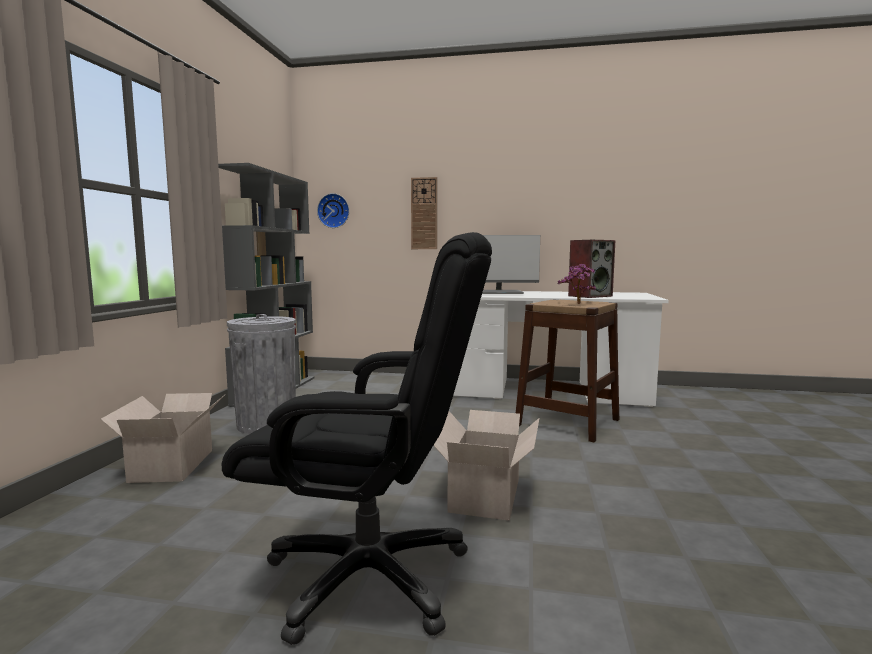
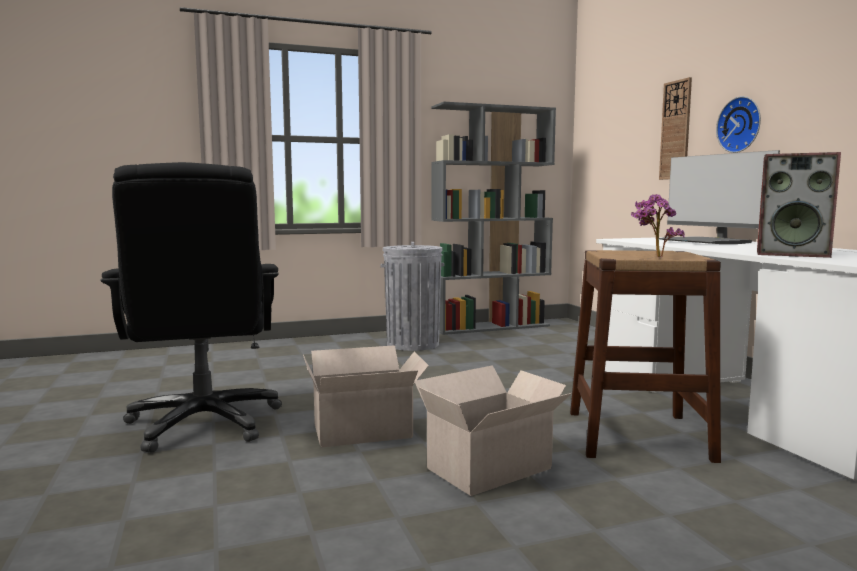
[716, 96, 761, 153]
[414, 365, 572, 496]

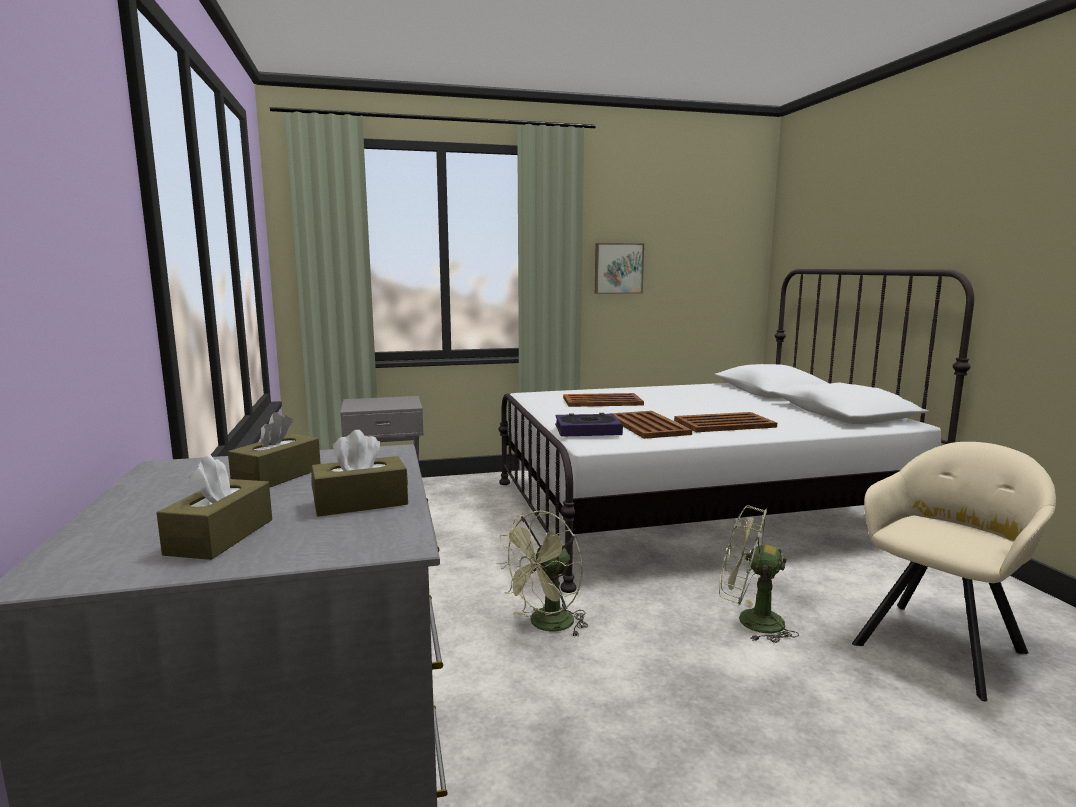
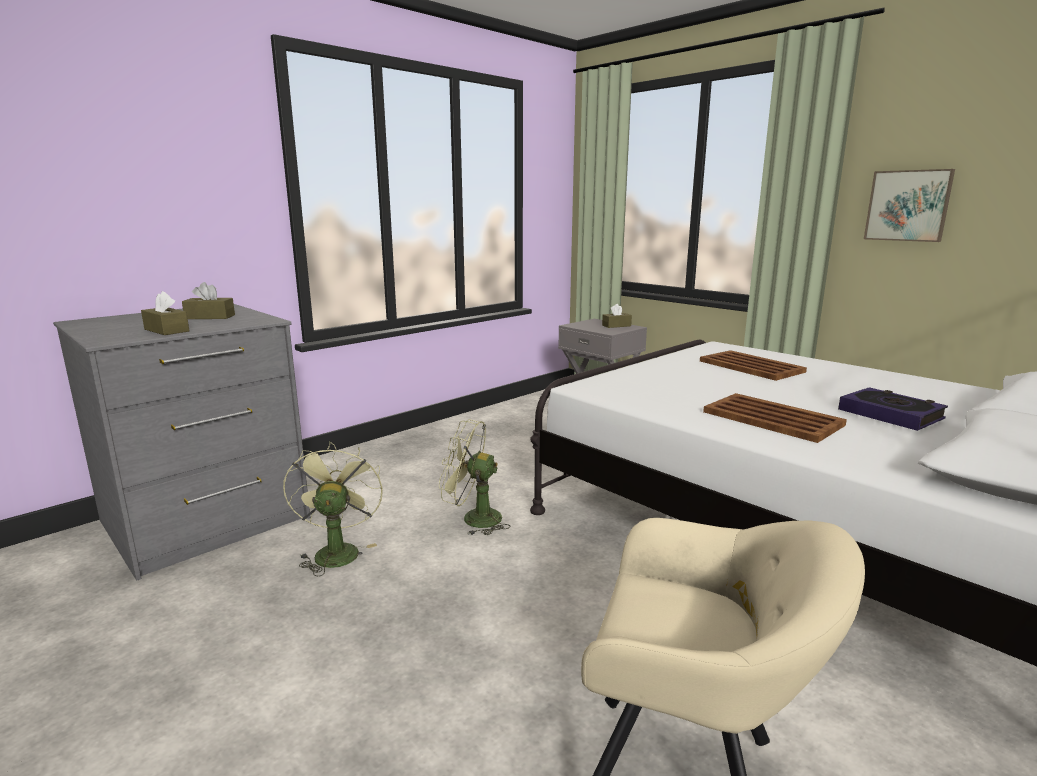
[609, 411, 692, 439] (first image)
[838, 387, 948, 431]
[602, 304, 632, 328]
[283, 441, 383, 576]

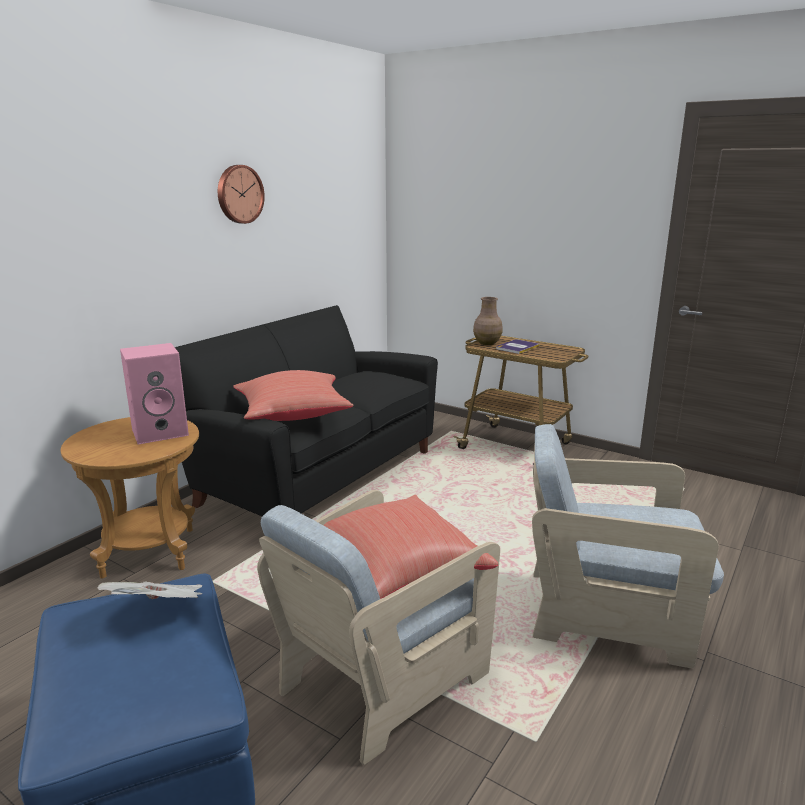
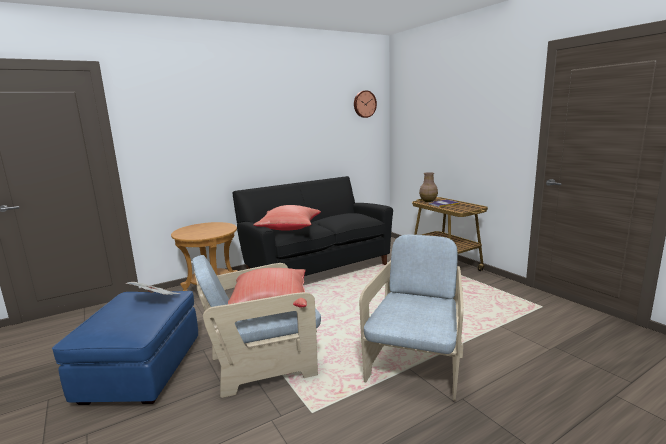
[354, 90, 377, 118]
[120, 343, 189, 445] (first image)
[359, 235, 464, 401]

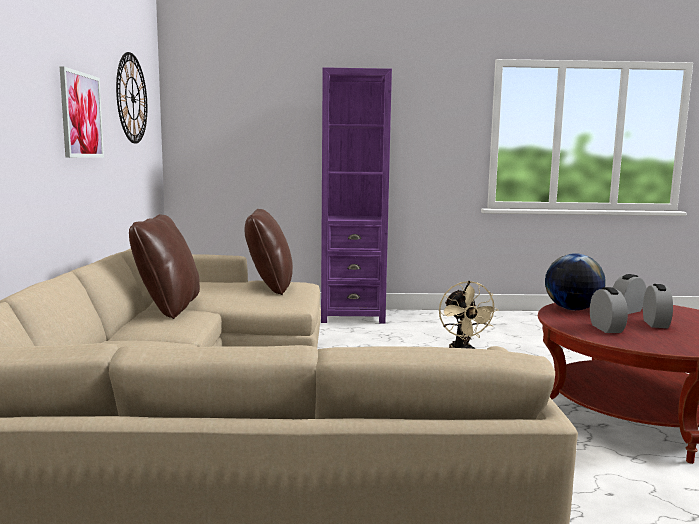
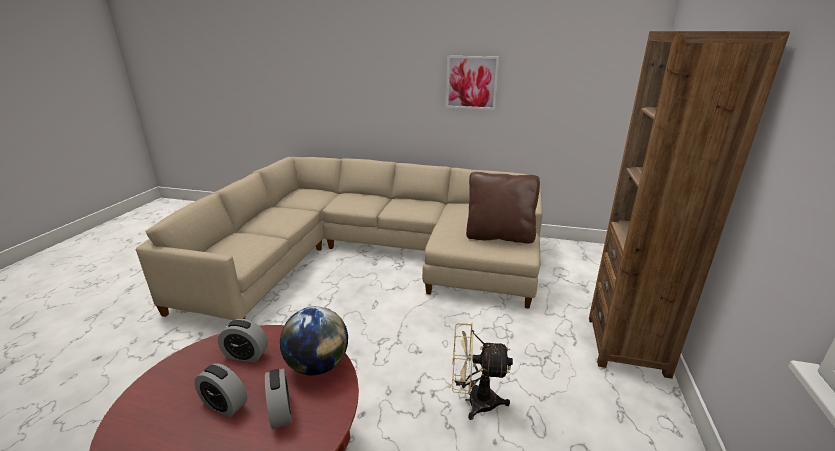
[116, 52, 147, 144] (first image)
[589, 31, 790, 379]
[129, 214, 200, 319] (first image)

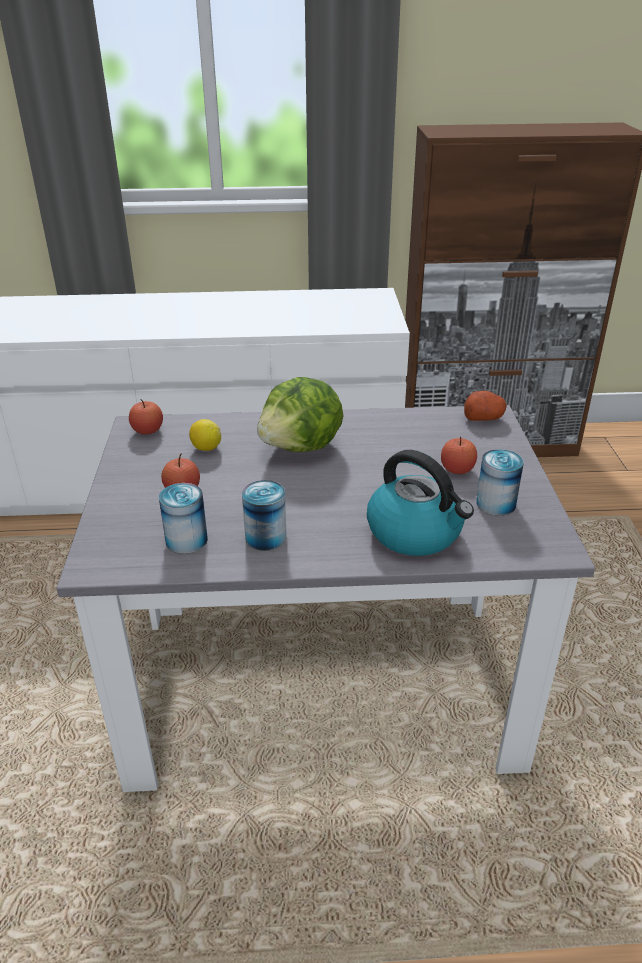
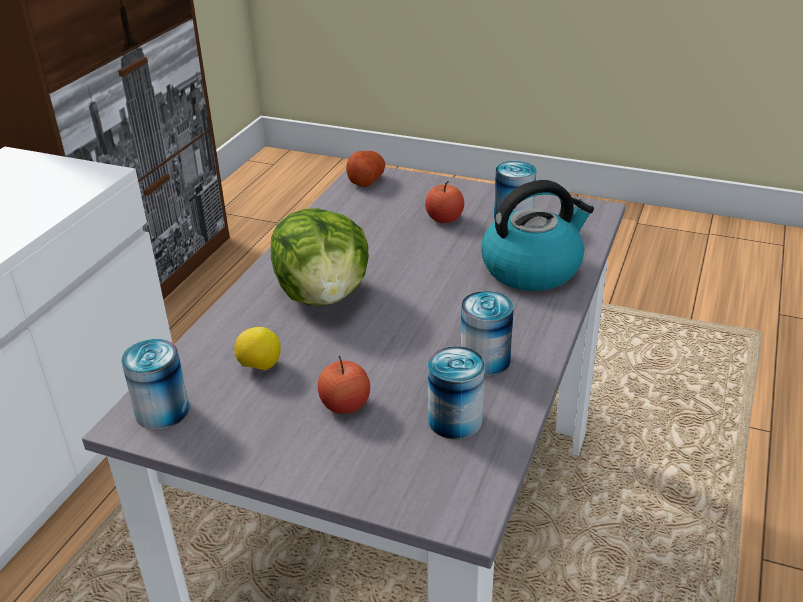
[121, 339, 189, 429]

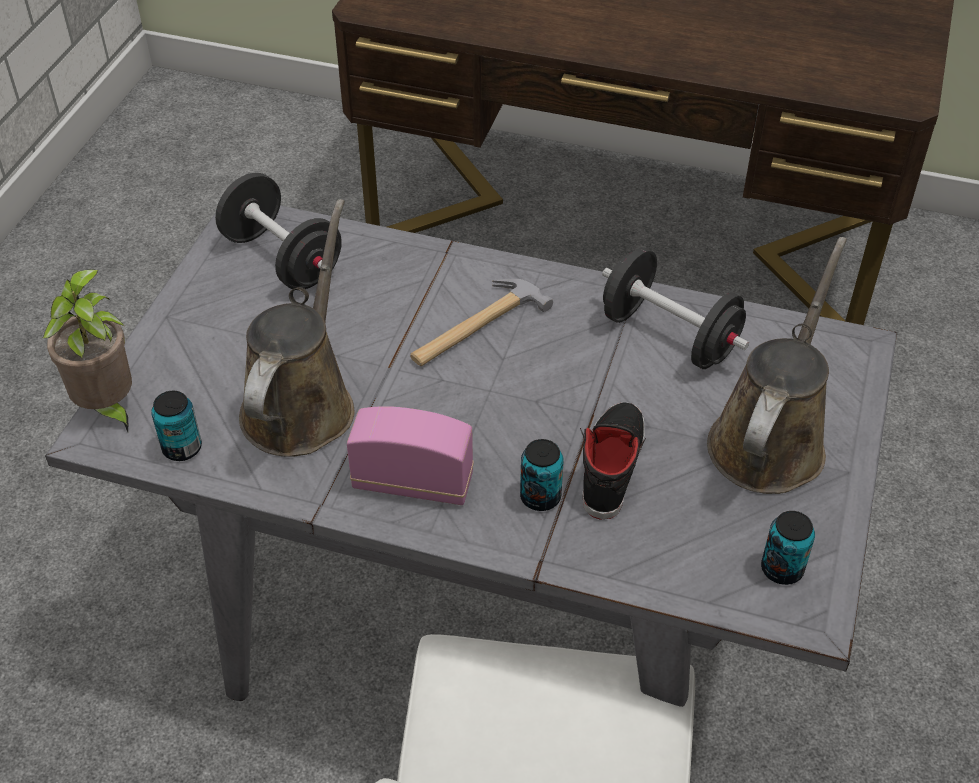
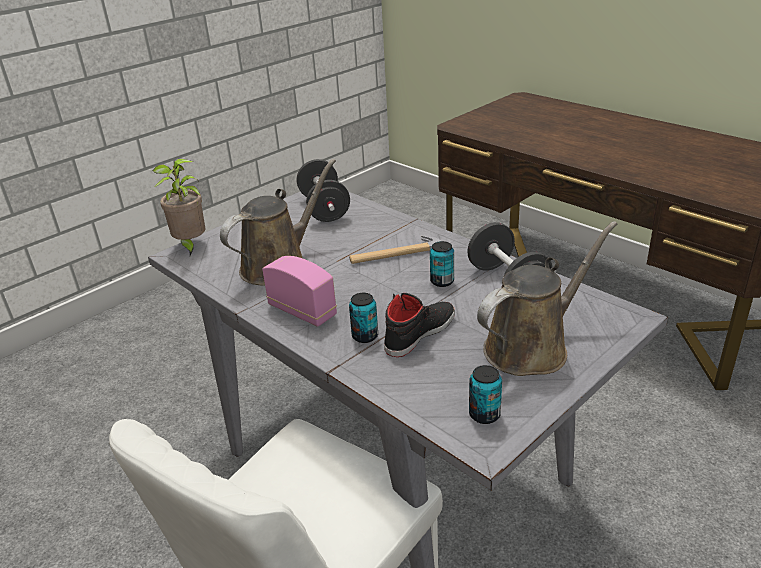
[430, 241, 454, 287]

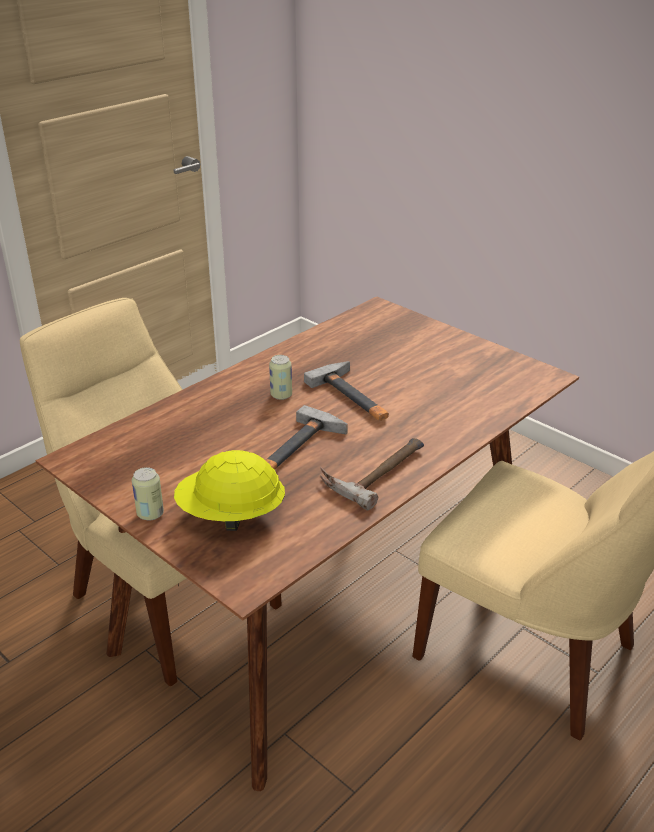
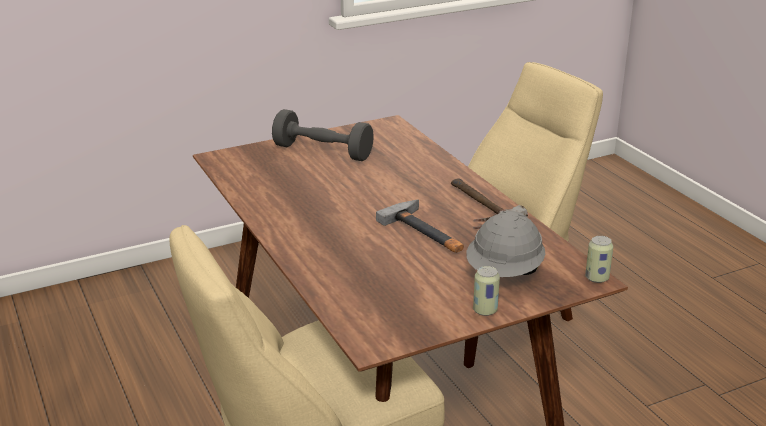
[585, 236, 613, 283]
[304, 361, 389, 421] (first image)
[466, 211, 545, 277]
[272, 109, 374, 161]

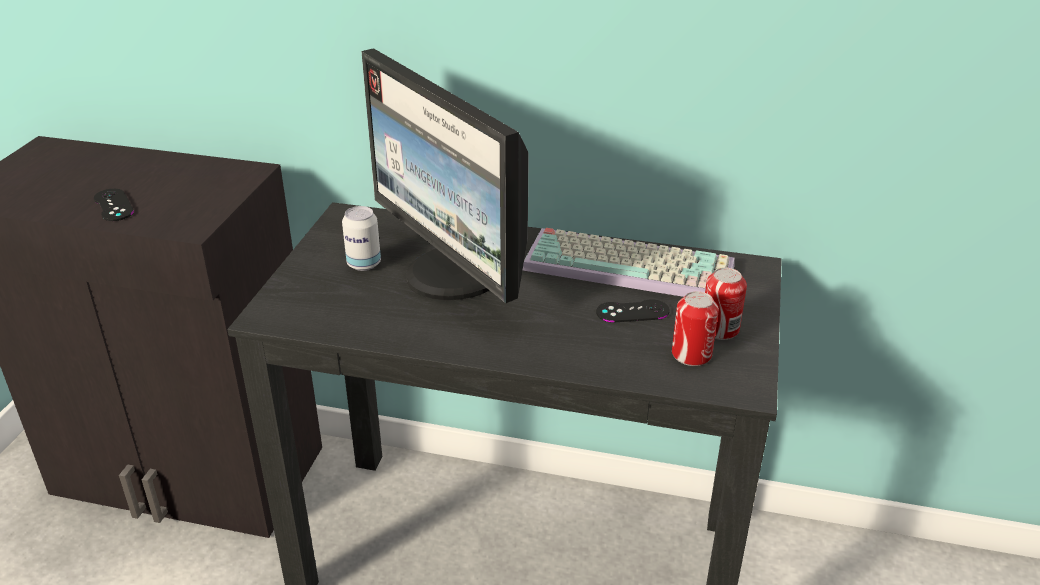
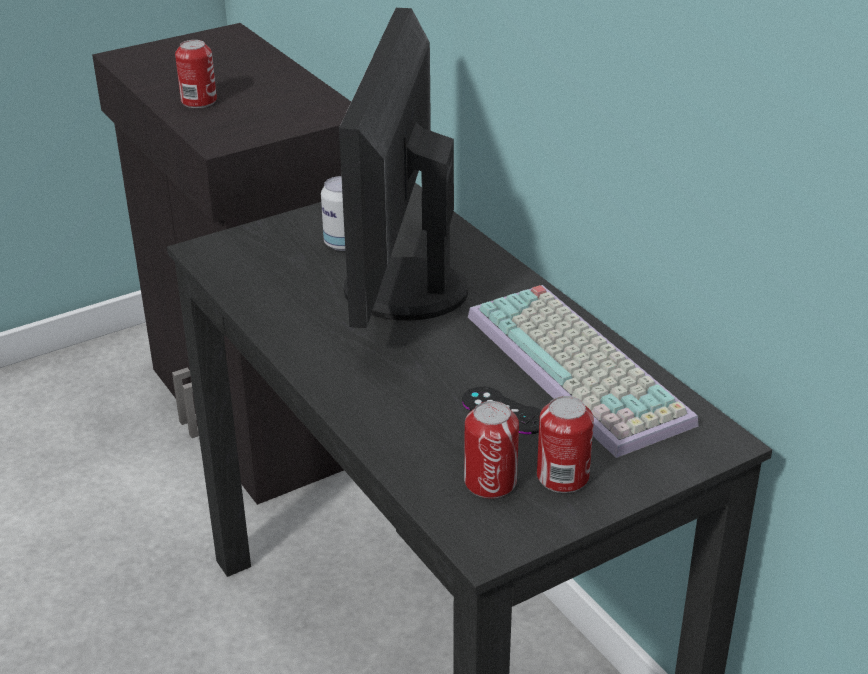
[175, 40, 217, 108]

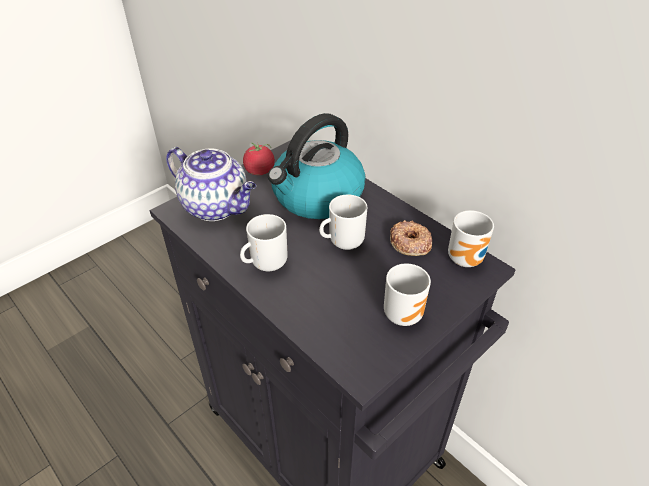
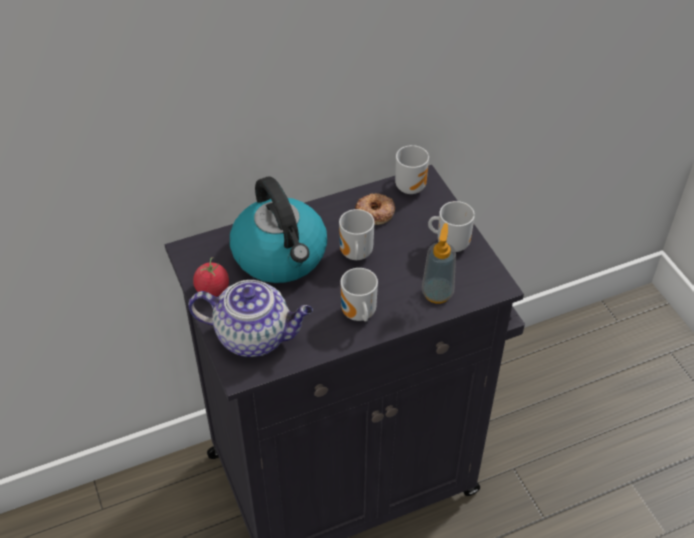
[188, 280, 313, 357]
[422, 223, 456, 304]

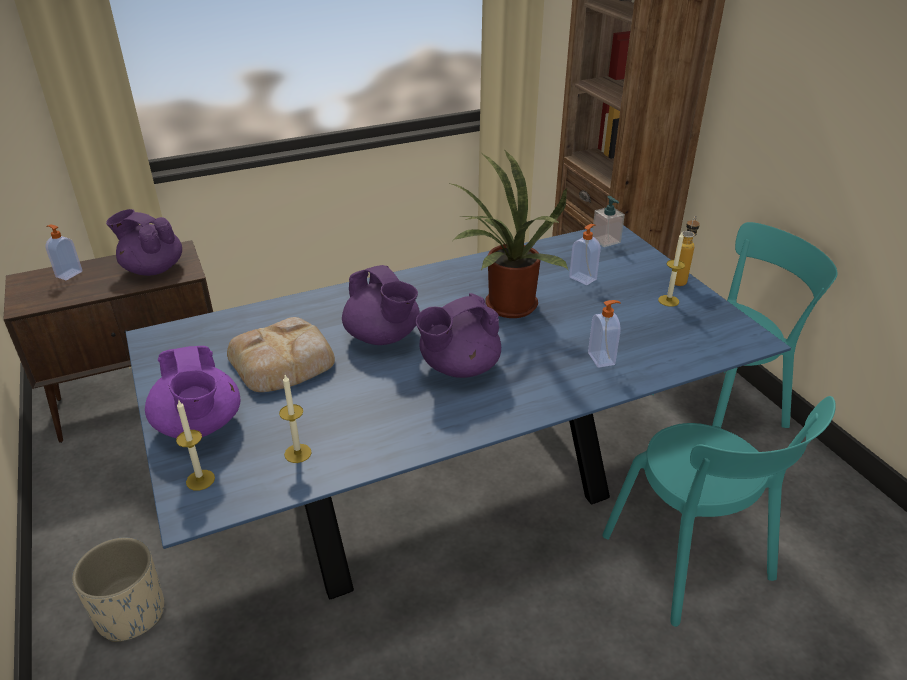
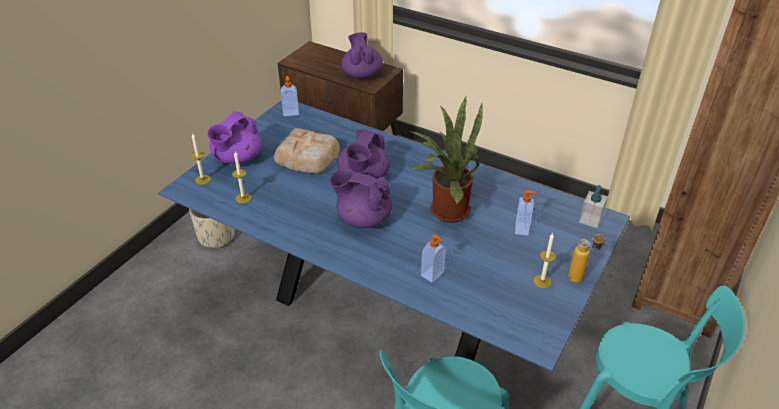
[281, 76, 299, 116]

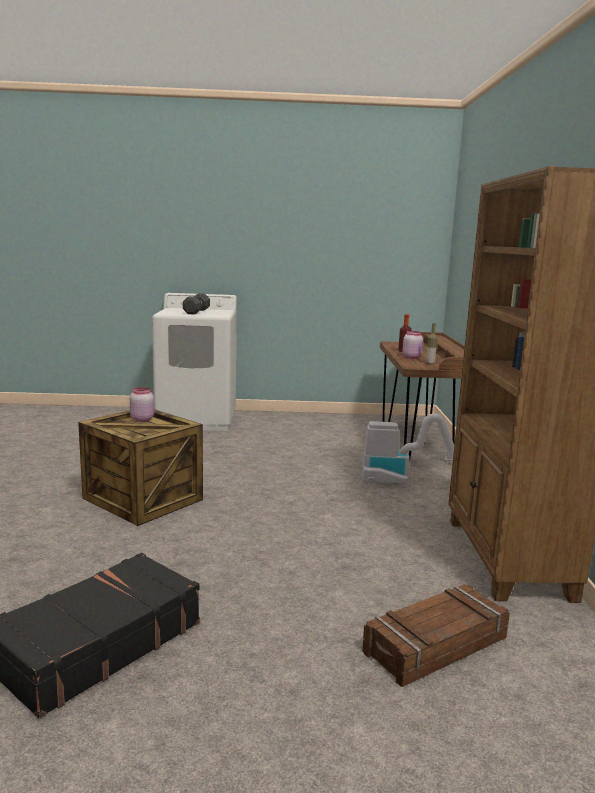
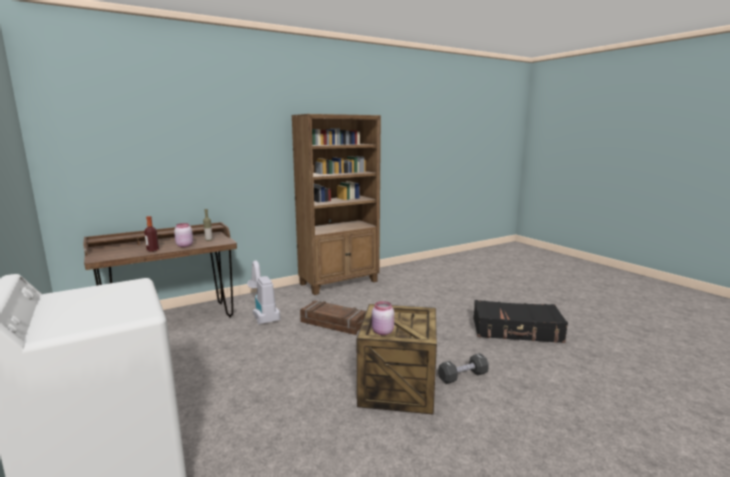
[438, 353, 489, 384]
[300, 301, 366, 335]

